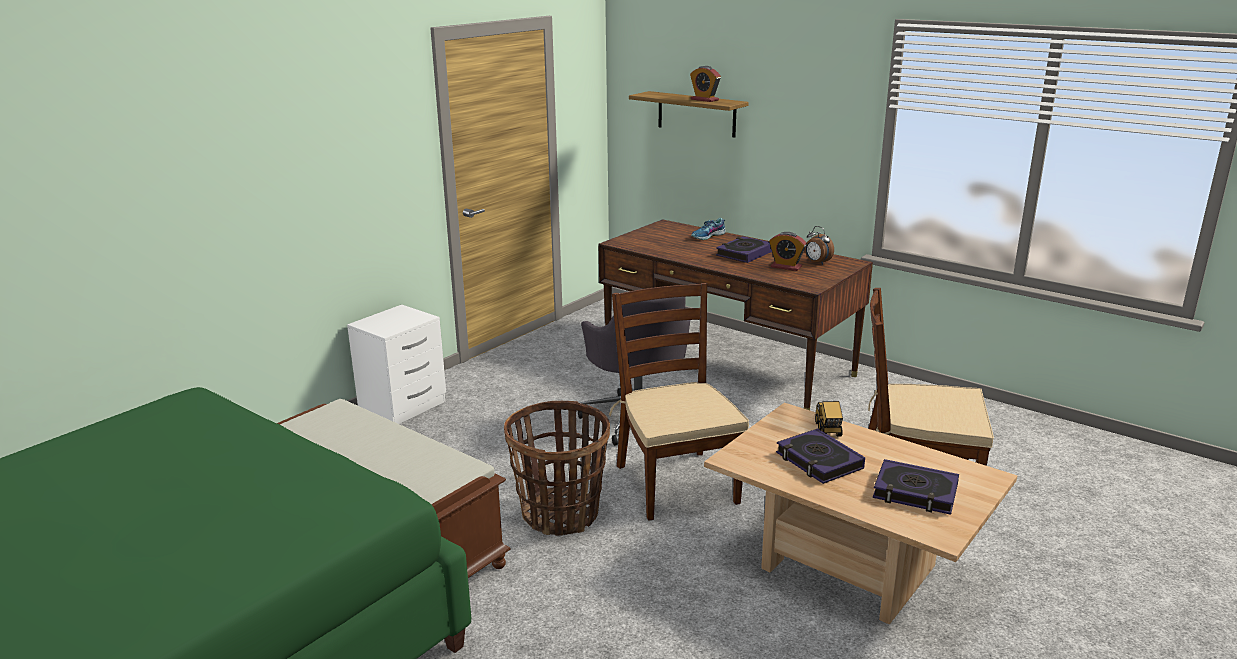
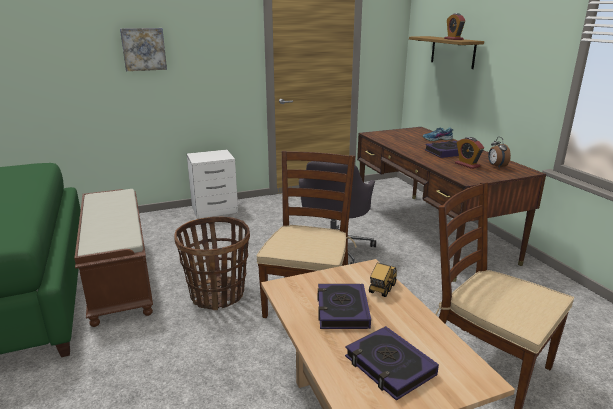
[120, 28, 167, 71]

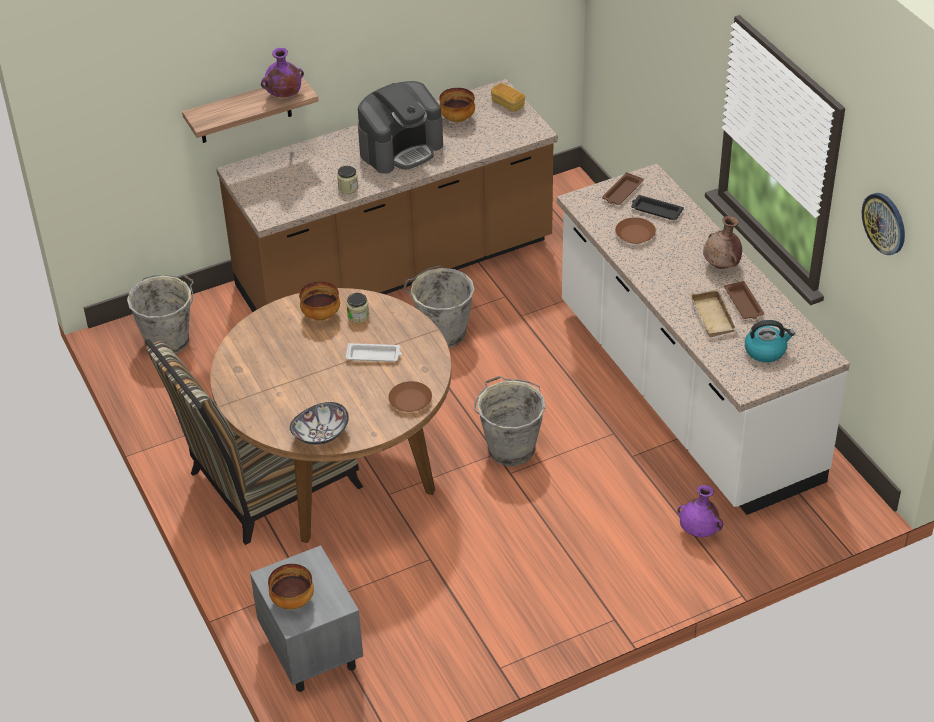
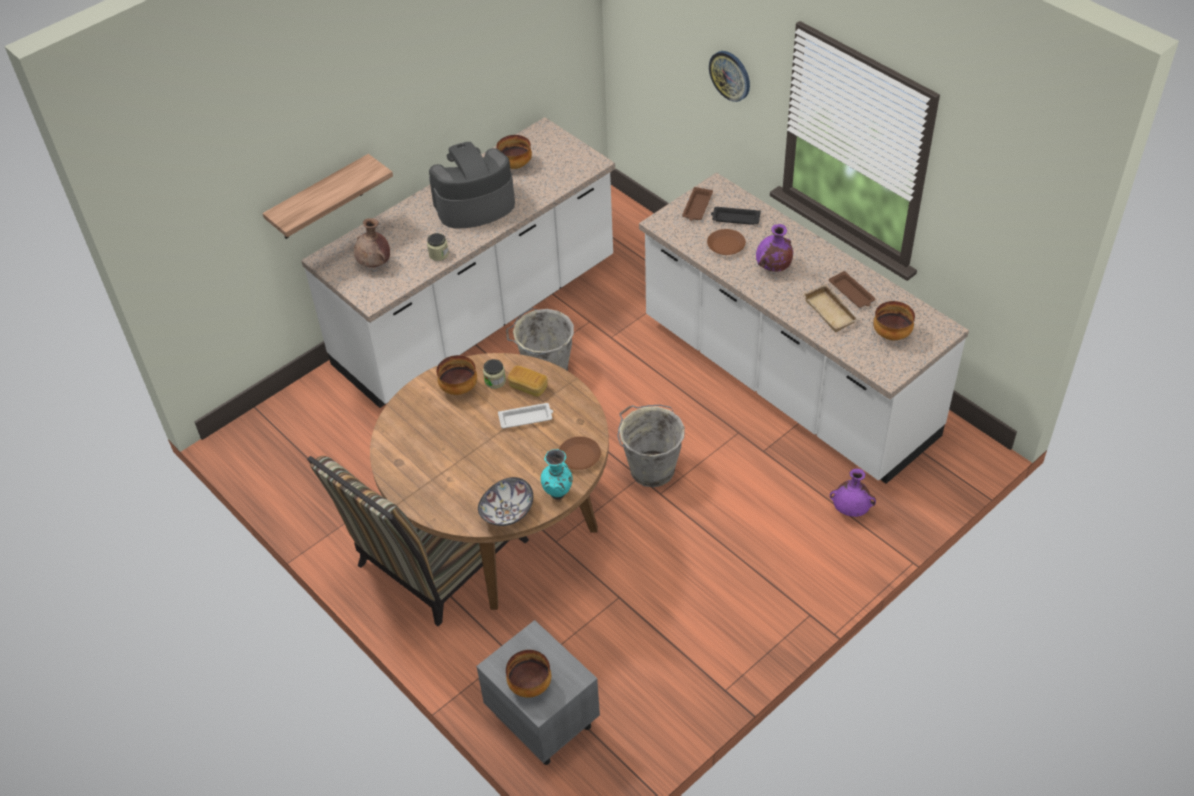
[756, 224, 793, 272]
[301, 117, 615, 408]
[429, 142, 515, 228]
[508, 366, 548, 397]
[709, 51, 750, 102]
[354, 218, 390, 268]
[127, 274, 194, 354] (first image)
[873, 301, 915, 340]
[541, 449, 573, 500]

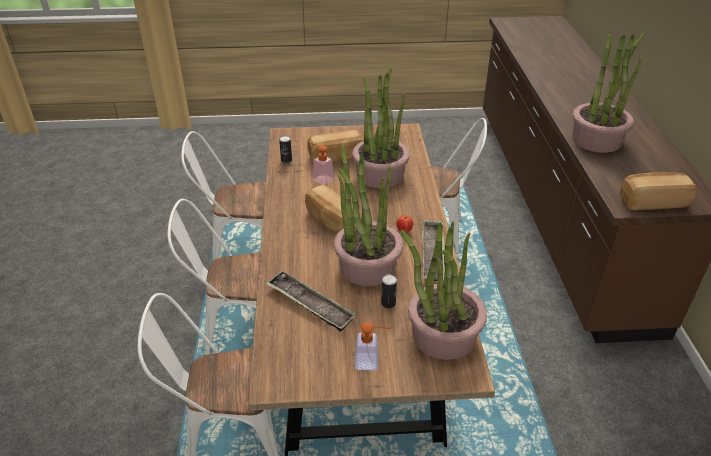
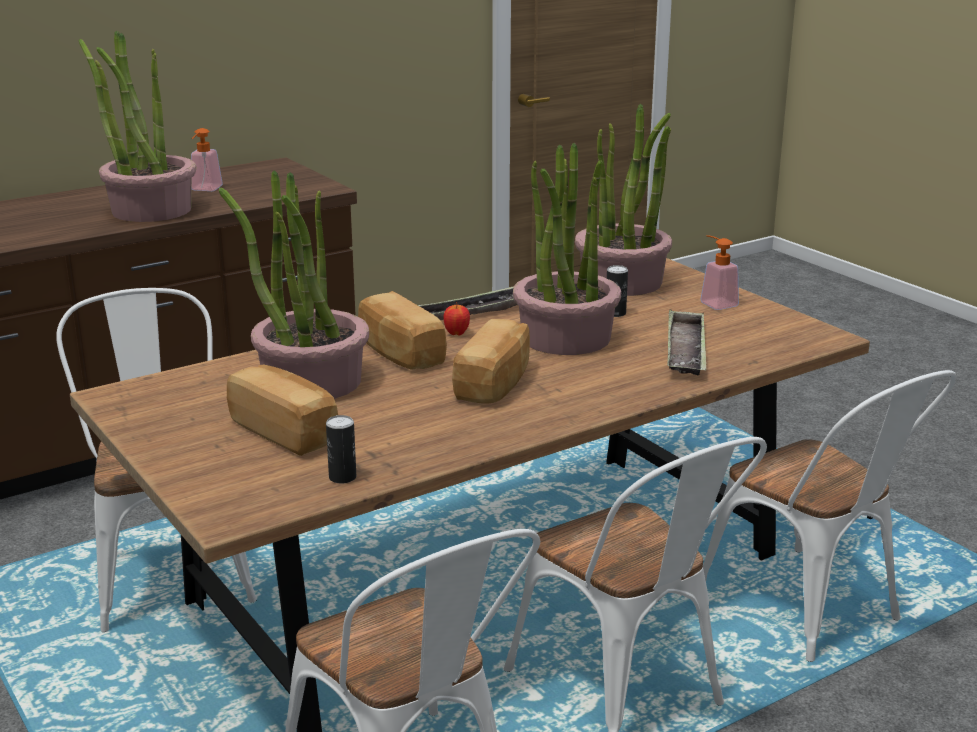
[191, 128, 223, 191]
[358, 291, 447, 369]

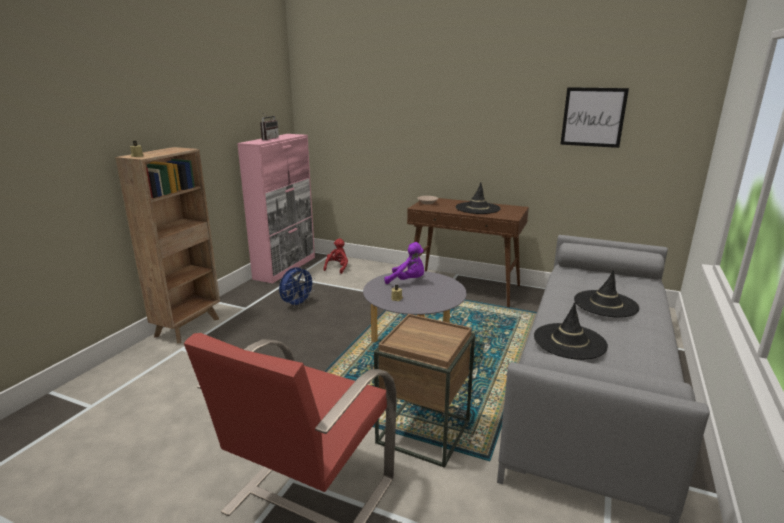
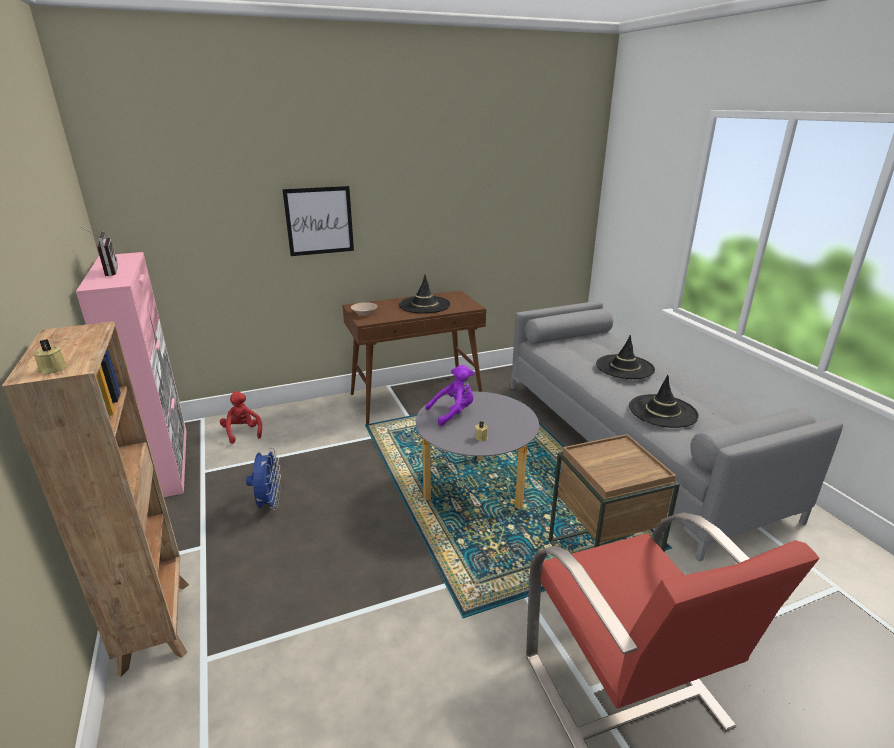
[282, 186, 354, 256]

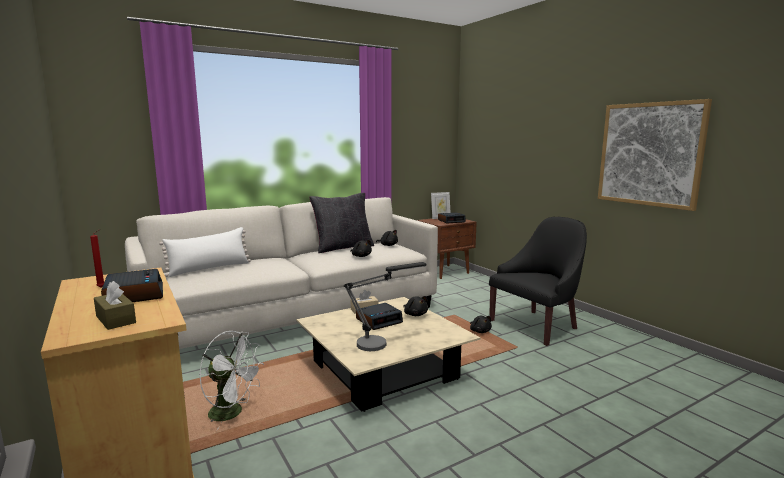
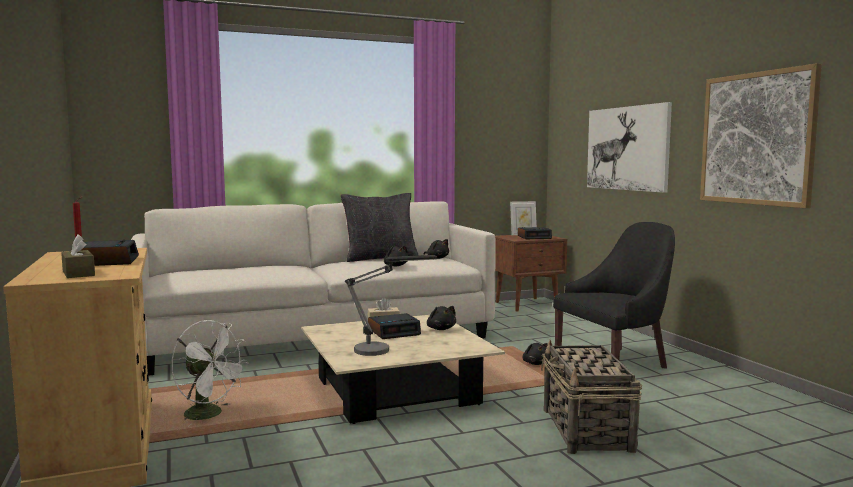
[159, 227, 251, 277] (first image)
[587, 102, 672, 193]
[541, 340, 642, 454]

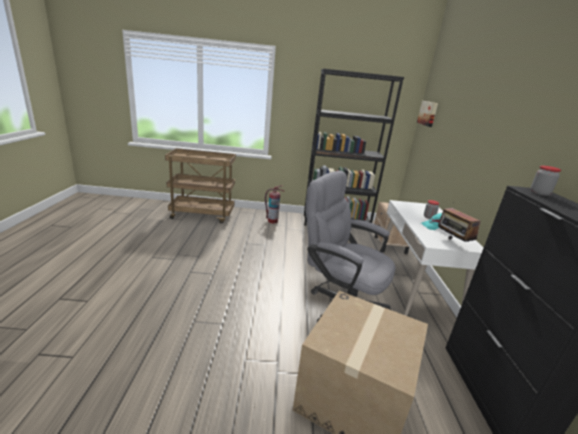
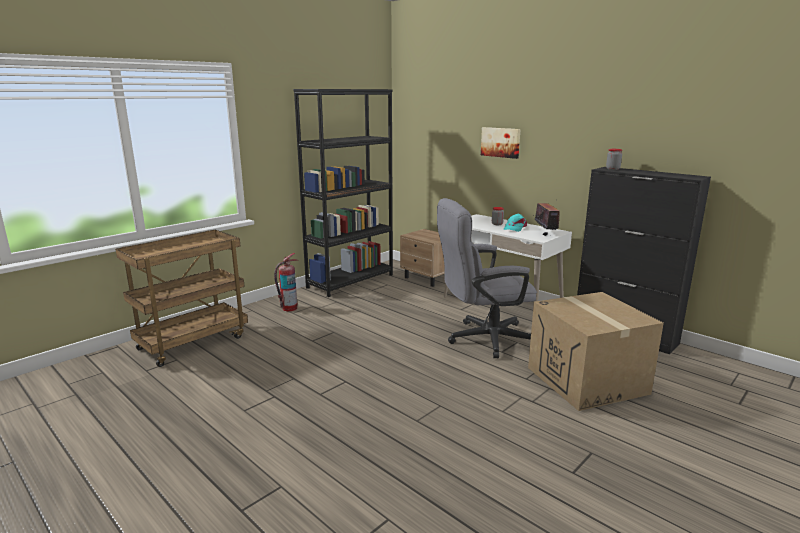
[481, 127, 521, 159]
[533, 203, 560, 236]

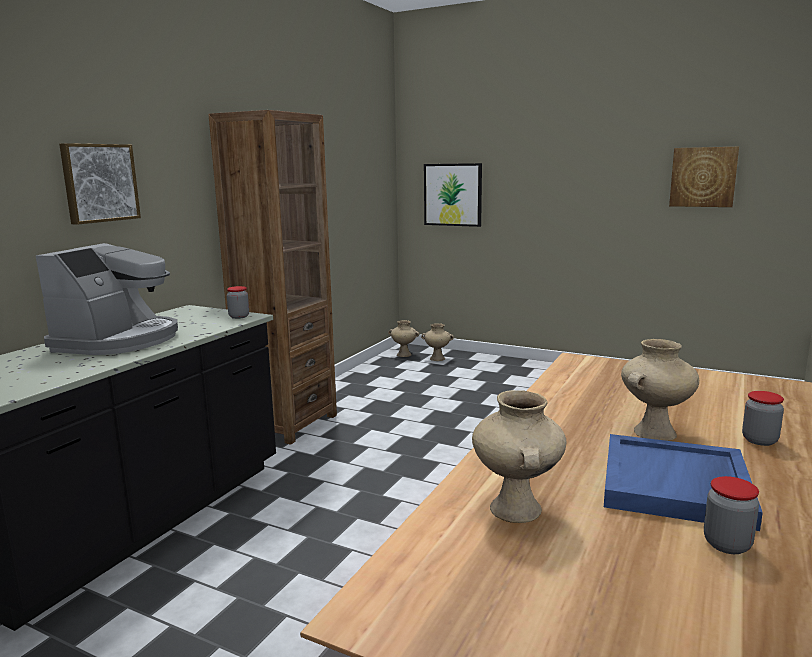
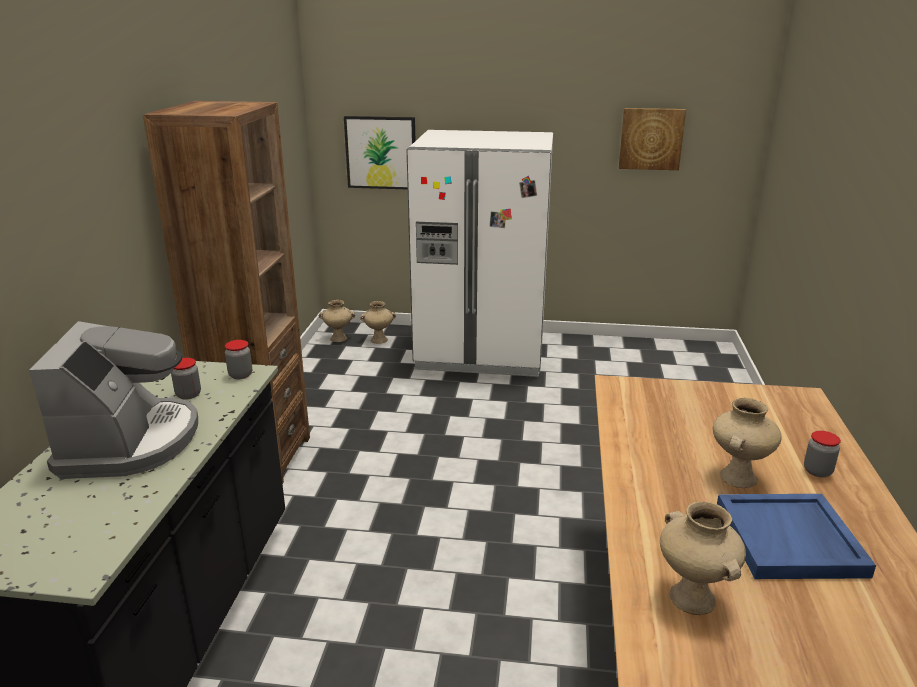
[59, 143, 141, 225] (first image)
[171, 358, 201, 400]
[407, 130, 553, 377]

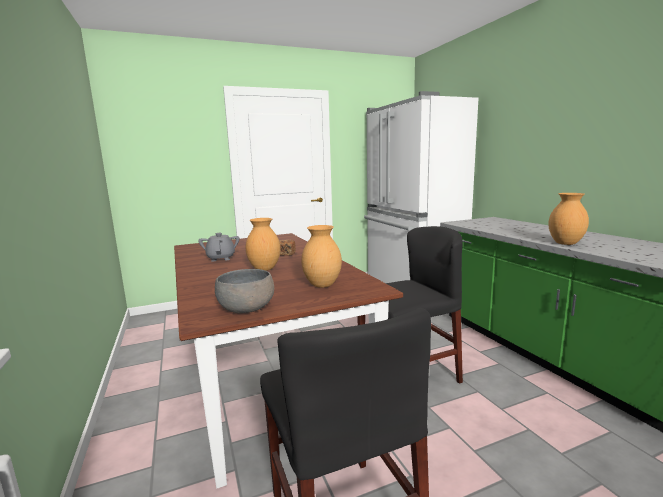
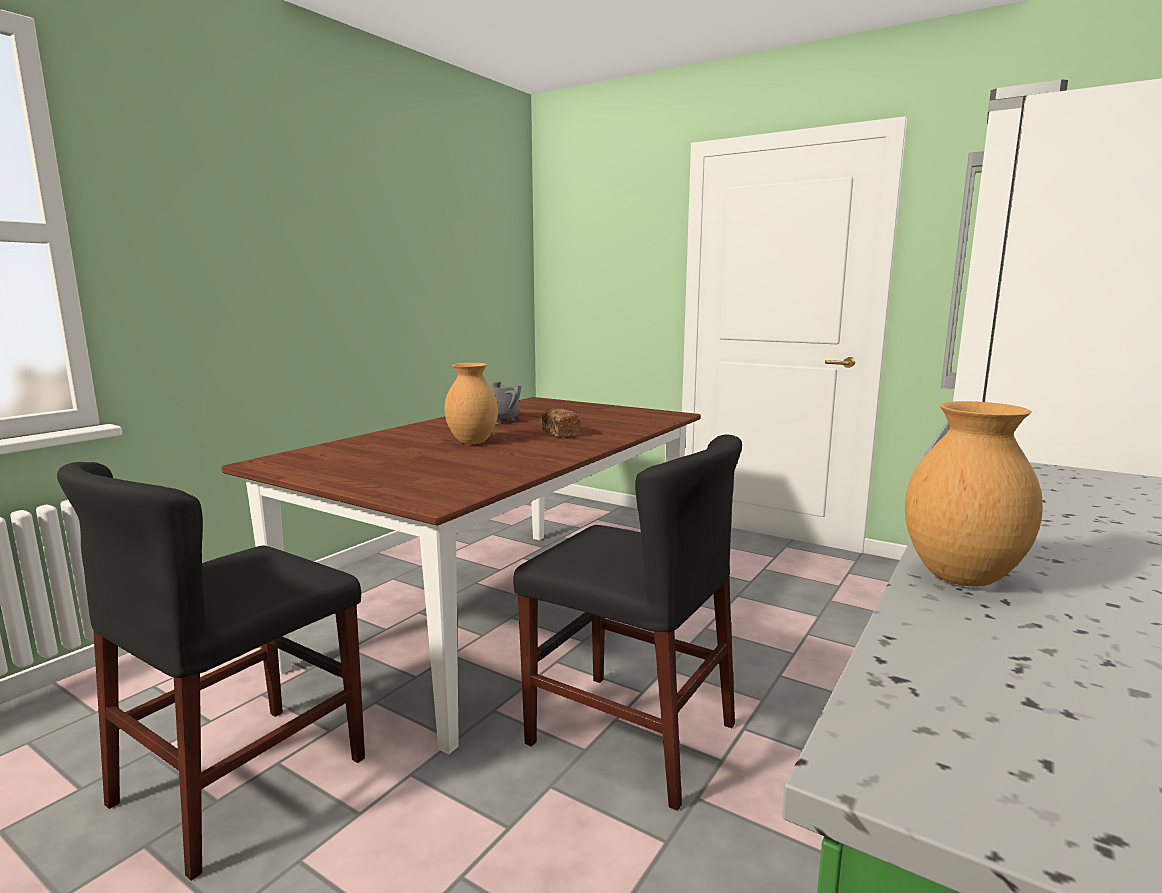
[301, 225, 342, 288] (first image)
[215, 269, 274, 313] (first image)

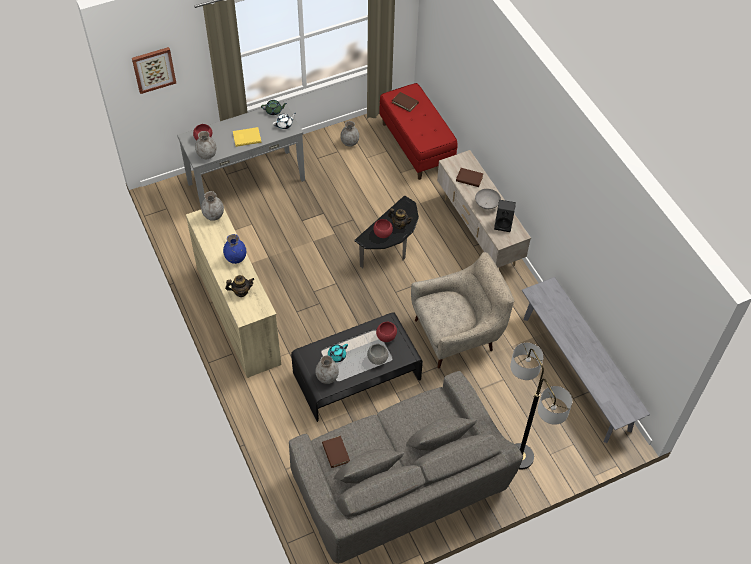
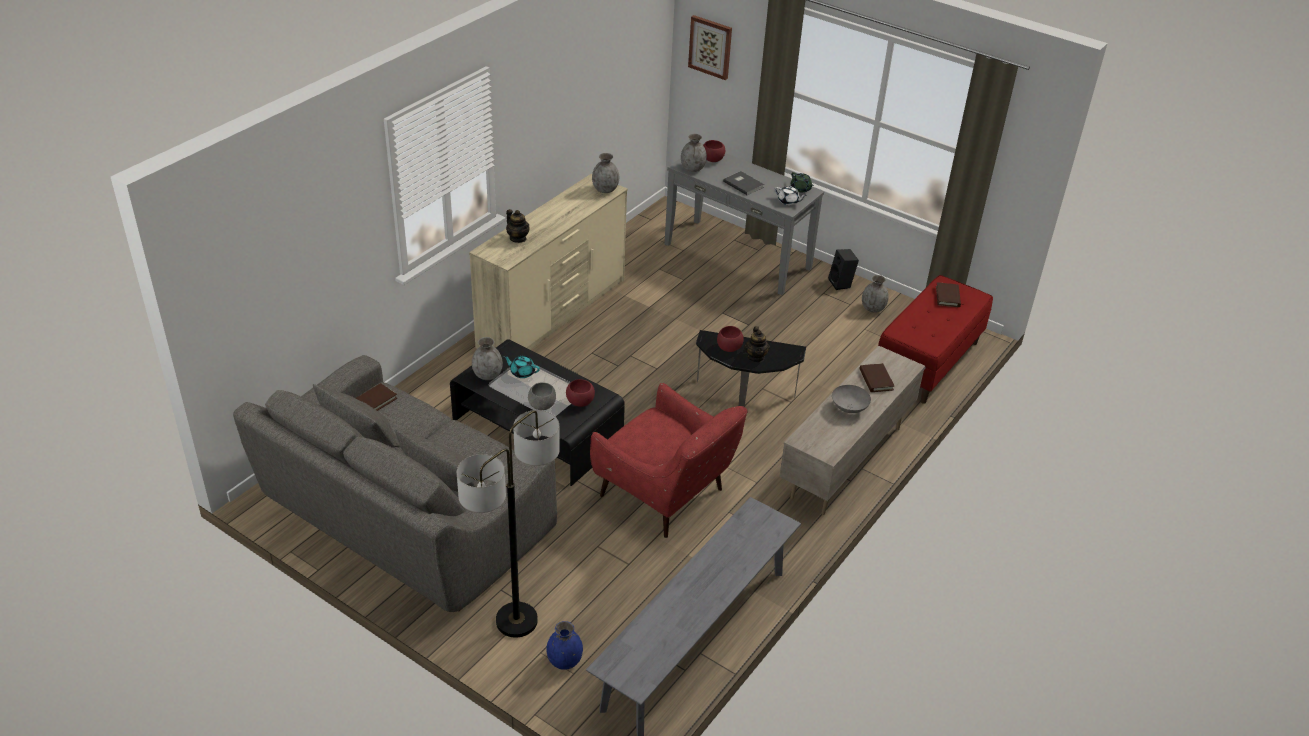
[723, 171, 764, 195]
[828, 249, 859, 290]
[546, 621, 583, 670]
[590, 383, 747, 538]

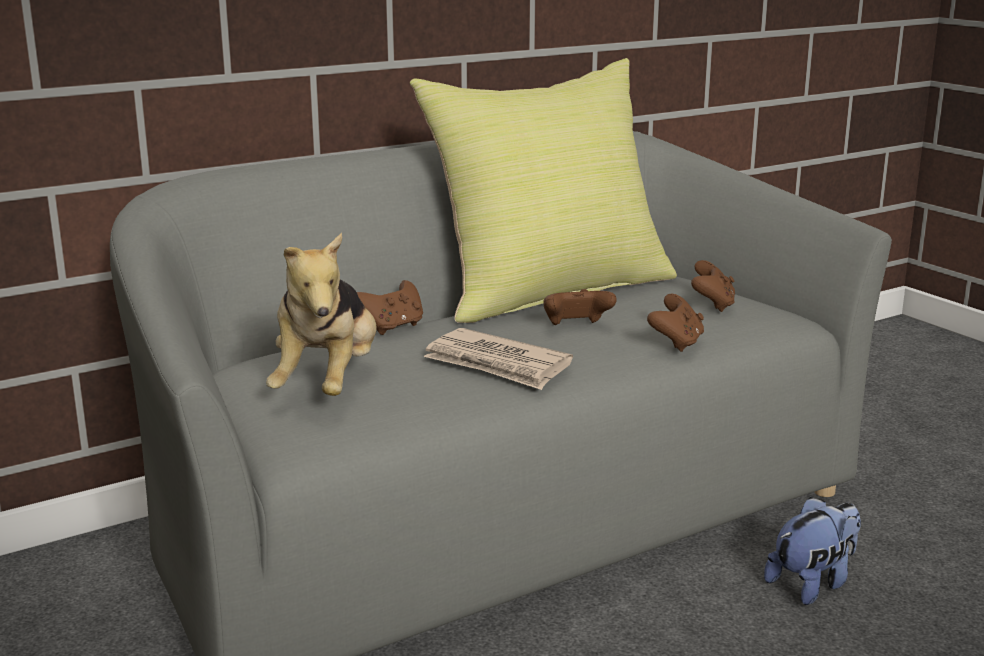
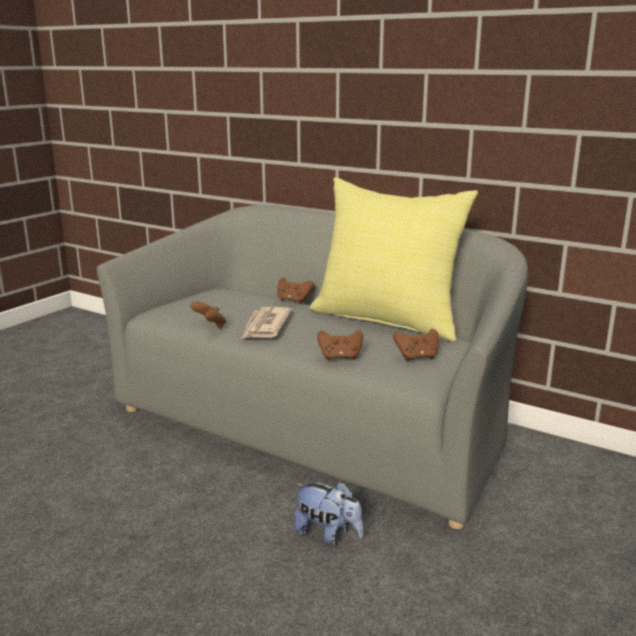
[266, 233, 376, 396] (first image)
[190, 301, 226, 328]

